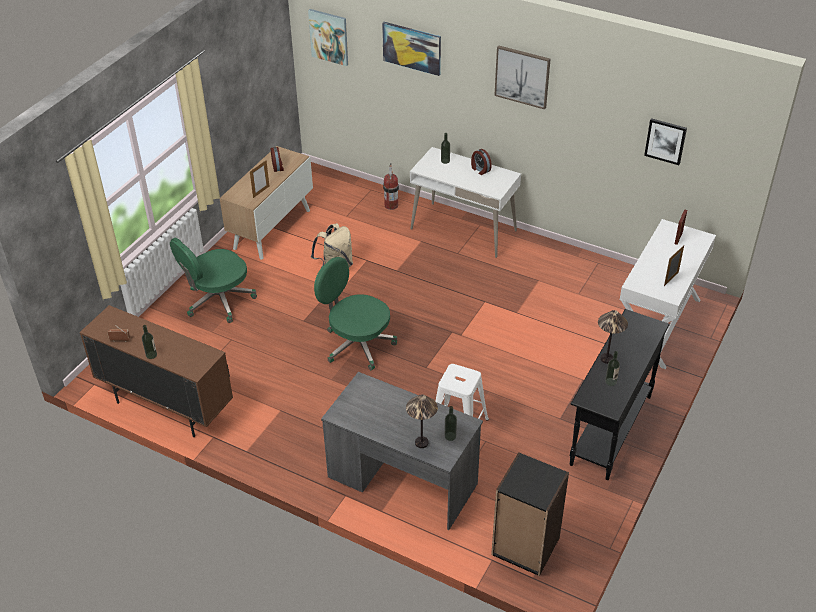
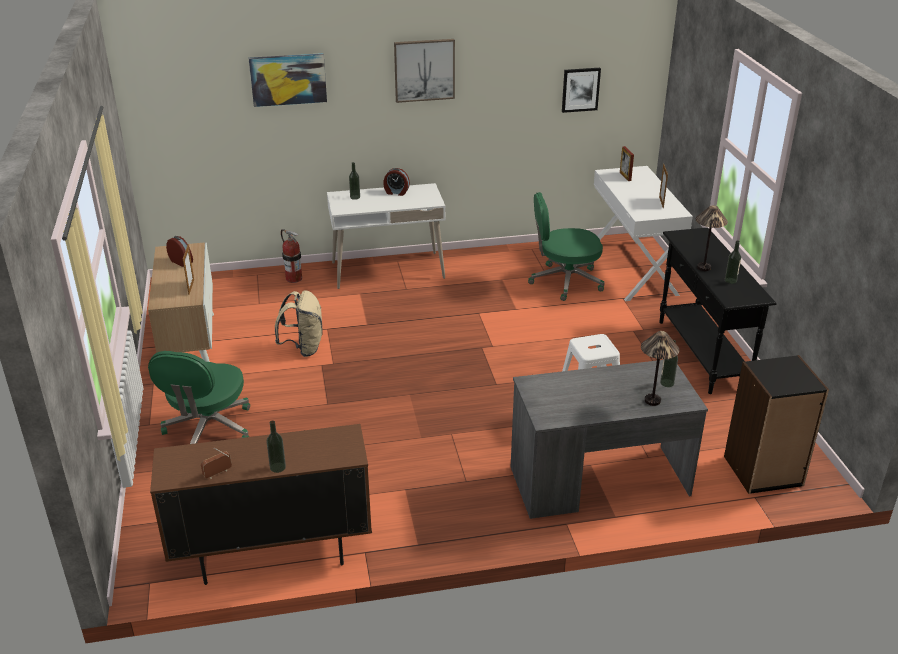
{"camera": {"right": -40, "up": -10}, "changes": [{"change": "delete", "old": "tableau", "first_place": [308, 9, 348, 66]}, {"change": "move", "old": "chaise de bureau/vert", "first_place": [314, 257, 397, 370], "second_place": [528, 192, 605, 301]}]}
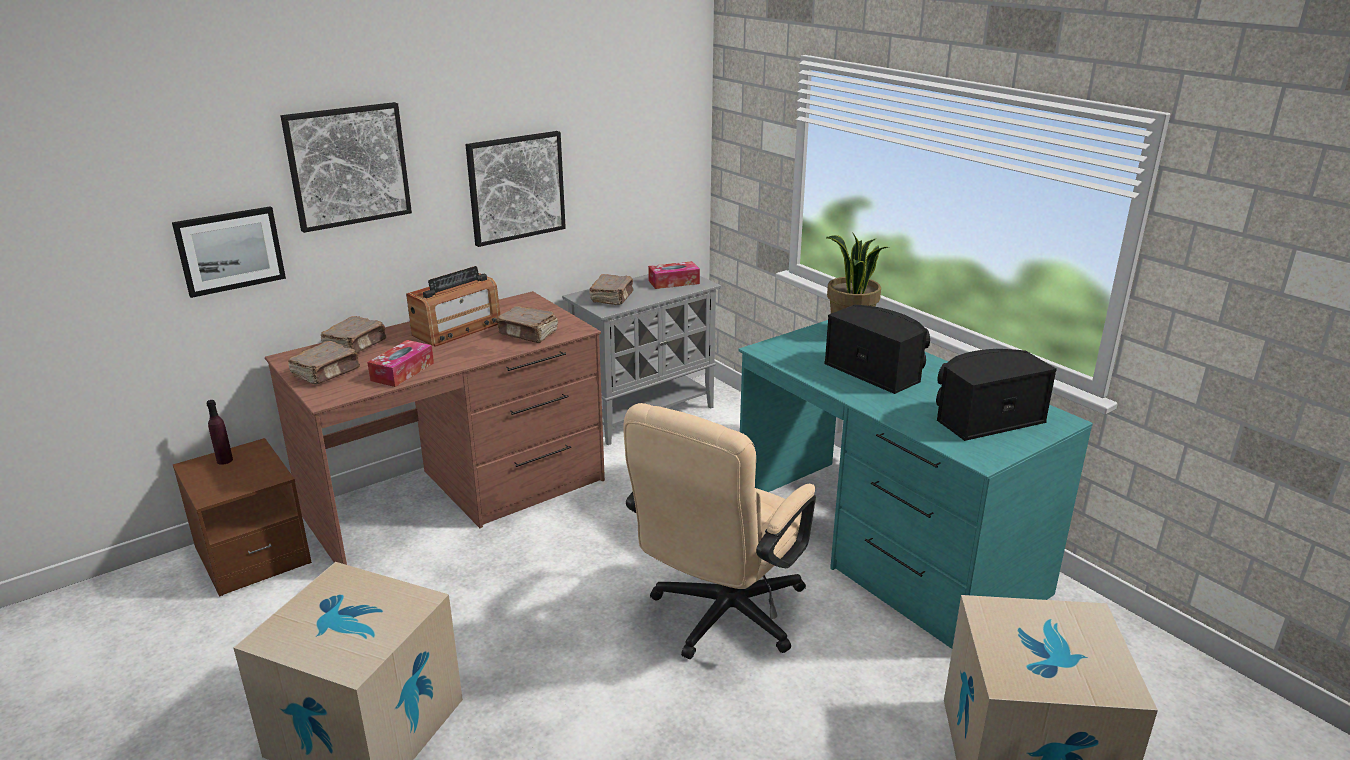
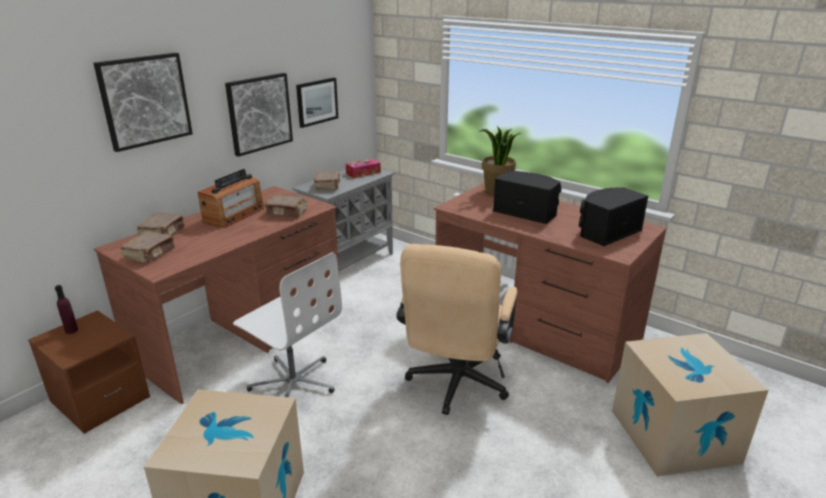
{"camera": {"right": -15, "up": 0}, "changes": [{"change": "move", "old": "tableau", "first_place": [172, 206, 286, 298], "second_place": [296, 78, 338, 128]}, {"change": "delete", "old": "boîte à mouchoirs", "first_place": [367, 340, 434, 387]}, {"change": "recolor", "old": "bureau/turquoise", "new": "bureau/marron", "first_place": [738, 320, 1093, 649], "second_place": [434, 182, 667, 383]}, {"change": "insert", "new": "chaise de bureau/blanc", "second_place": [233, 252, 342, 397]}]}
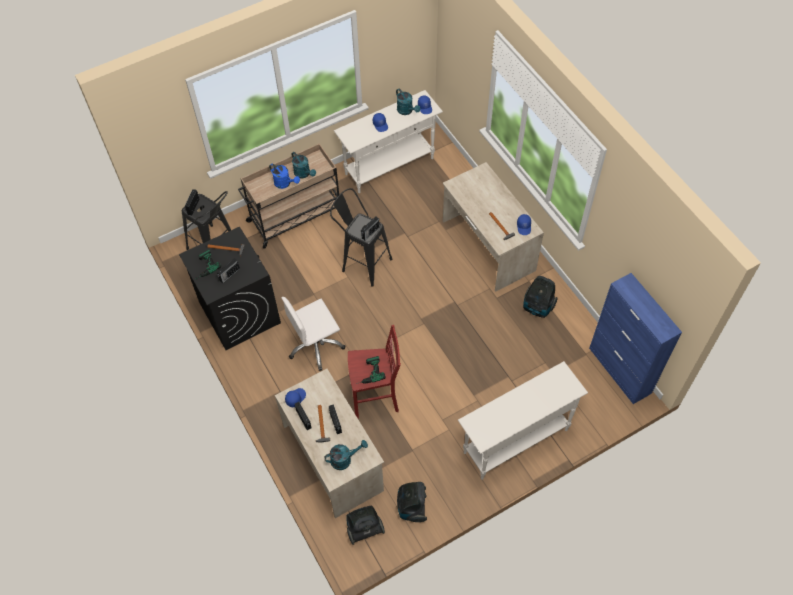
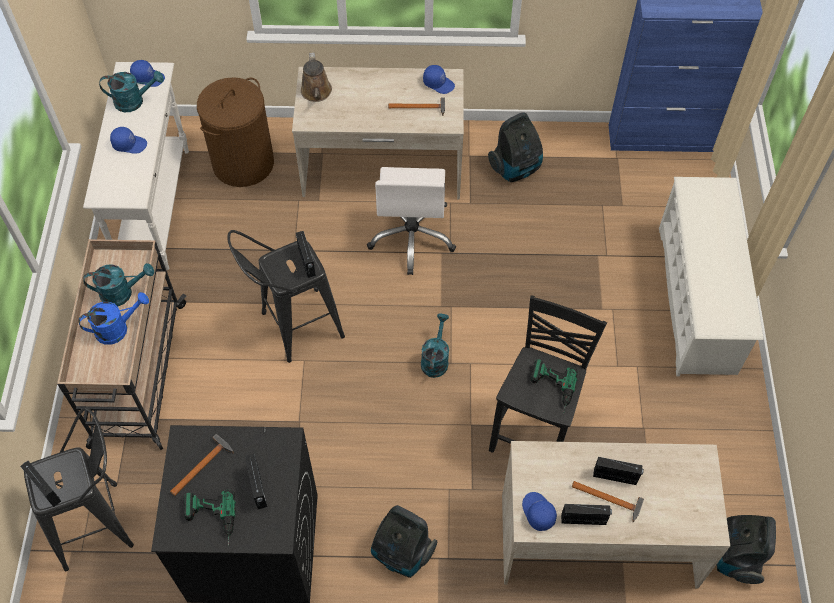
{"camera": {"right": -60, "up": 0}, "changes": [{"change": "move", "old": "chaise de bureau/blanc", "first_place": [282, 297, 345, 371], "second_place": [367, 167, 456, 275]}, {"change": "move", "old": "arrosoir/turquoise", "first_place": [324, 440, 368, 470], "second_place": [421, 313, 449, 378]}, {"change": "recolor", "old": "tabouret/rouge", "new": "tabouret/noir", "first_place": [348, 325, 401, 419], "second_place": [489, 296, 607, 453]}, {"change": "move", "old": "aspirateur", "first_place": [397, 482, 427, 522], "second_place": [371, 505, 437, 578]}, {"change": "replace", "old": "table console/blanc", "new": "étagère à chaussures/blanc", "first_place": [458, 361, 588, 480], "second_place": [659, 177, 763, 376]}, {"change": "insert", "new": "panier à linge/marron", "second_place": [197, 77, 274, 187]}, {"change": "insert", "new": "arrosoir/marron", "second_place": [301, 52, 332, 102]}]}
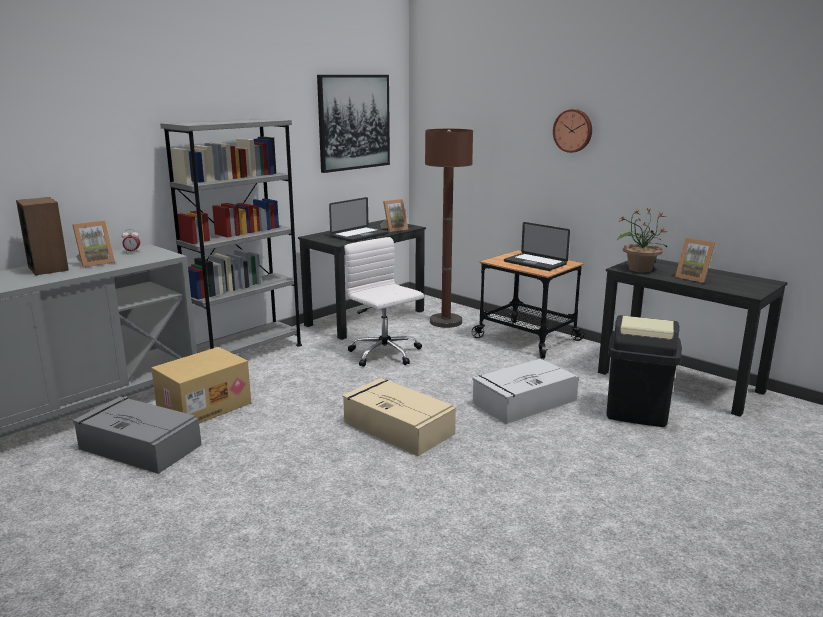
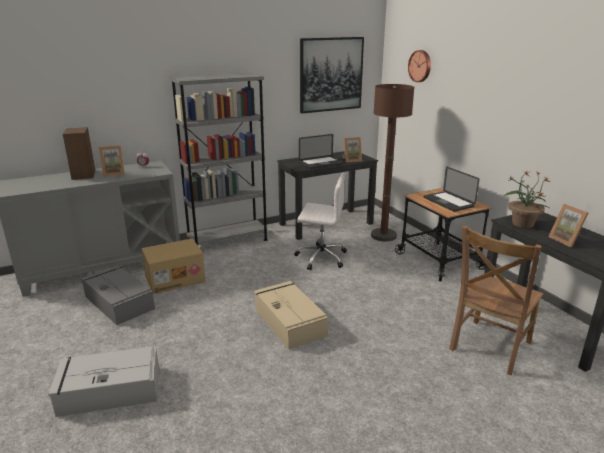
{"camera": {"right": 20, "up": 5}, "changes": [{"change": "rotate", "old": "chaise de bureau/blanc", "first_place": [344, 237, 424, 367], "second_place": [294, 172, 347, 270], "degrees": 120}, {"change": "move", "old": "boîte de rangement/gris", "first_place": [472, 359, 579, 424], "second_place": [48, 347, 159, 417]}, {"change": "move", "old": "horloge murale", "first_place": [553, 109, 592, 153], "second_place": [408, 50, 431, 82]}, {"change": "replace", "old": "poubelle/noir", "new": "chaise/marron", "first_place": [606, 315, 682, 427], "second_place": [449, 226, 543, 375]}]}
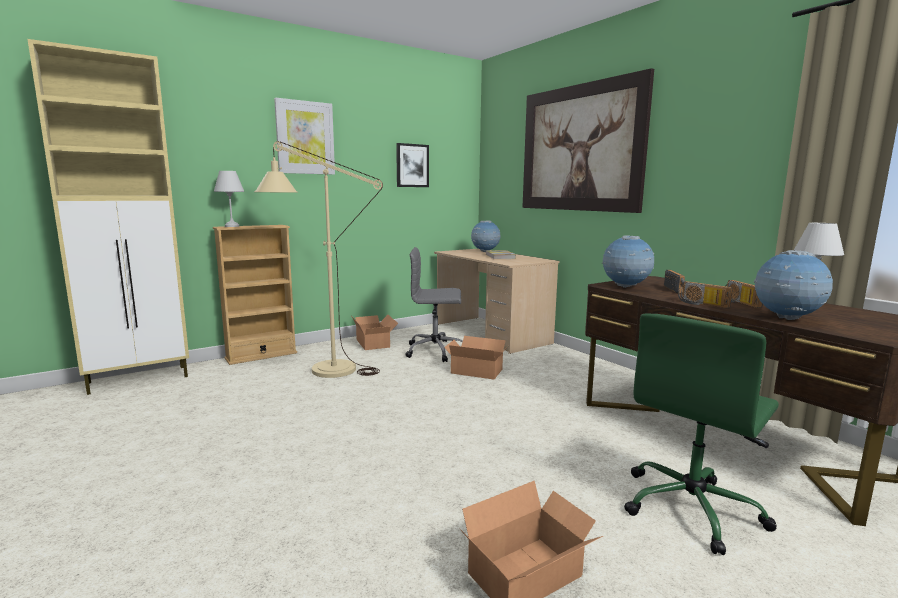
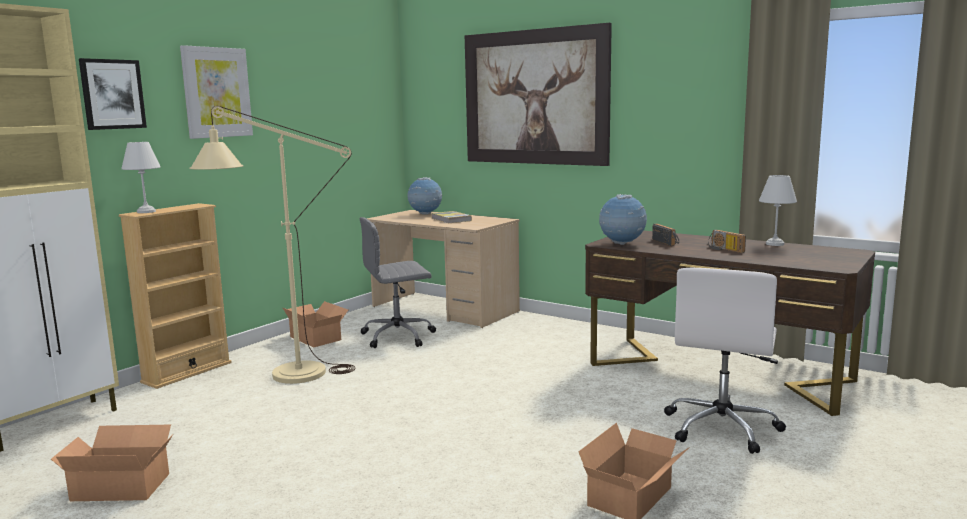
{"camera": {"right": -20, "up": 0}, "changes": [{"change": "move", "old": "tableau", "first_place": [396, 143, 429, 187], "second_place": [79, 58, 147, 130]}, {"change": "move", "old": "carton", "first_place": [444, 336, 509, 380], "second_place": [51, 425, 173, 501]}, {"change": "recolor", "old": "chaise de bureau/vert", "new": "chaise de bureau/blanc", "first_place": [624, 313, 779, 555], "second_place": [664, 268, 786, 454]}, {"change": "delete", "old": "radio", "first_place": [678, 281, 733, 308]}, {"change": "delete", "old": "globe", "first_place": [754, 250, 833, 320]}]}
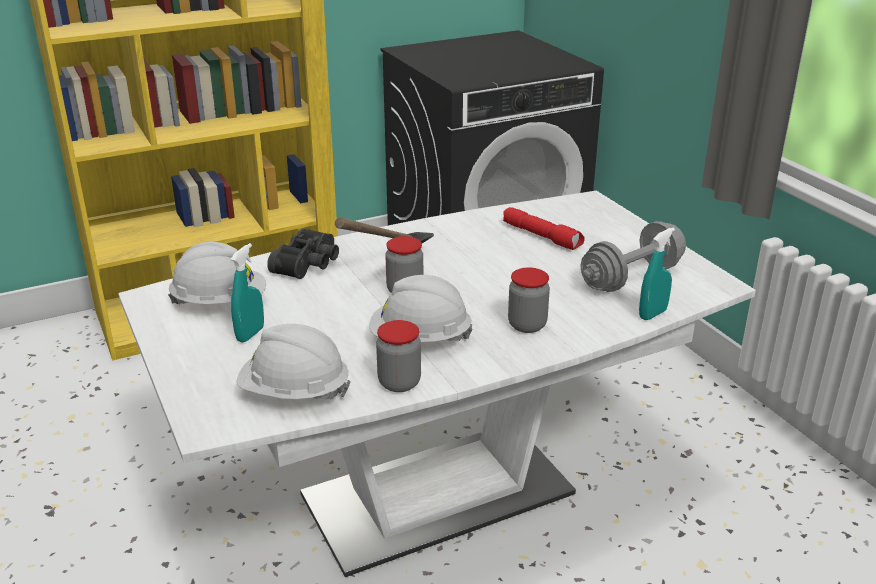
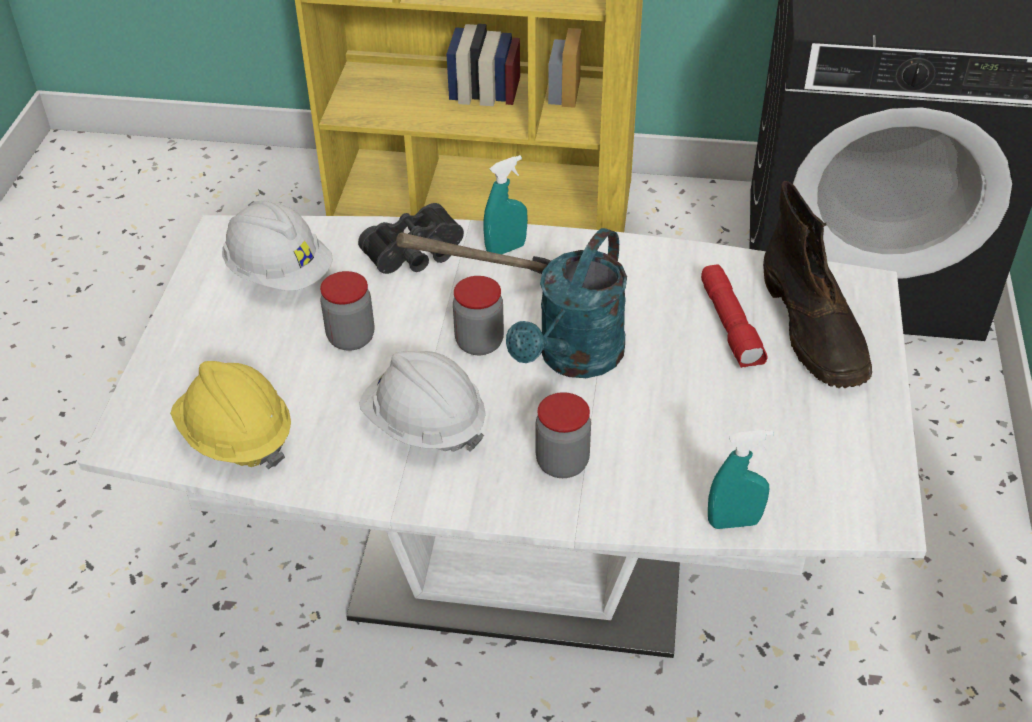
{"camera": {"right": 35, "up": 15}, "changes": [{"change": "move", "old": "vaporisateur/turquoise", "first_place": [231, 243, 264, 343], "second_place": [483, 155, 528, 254]}, {"change": "recolor", "old": "casque de chantier/blanc", "new": "casque de chantier/jaune", "first_place": [237, 324, 351, 400], "second_place": [170, 361, 291, 469]}, {"change": "move", "old": "bocal", "first_place": [376, 320, 421, 392], "second_place": [320, 271, 374, 351]}, {"change": "delete", "old": "haltère/gris", "first_place": [580, 221, 686, 292]}, {"change": "insert", "new": "arrosoir/turquoise", "second_place": [506, 228, 627, 378]}, {"change": "insert", "new": "botte/marron", "second_place": [763, 181, 872, 388]}]}
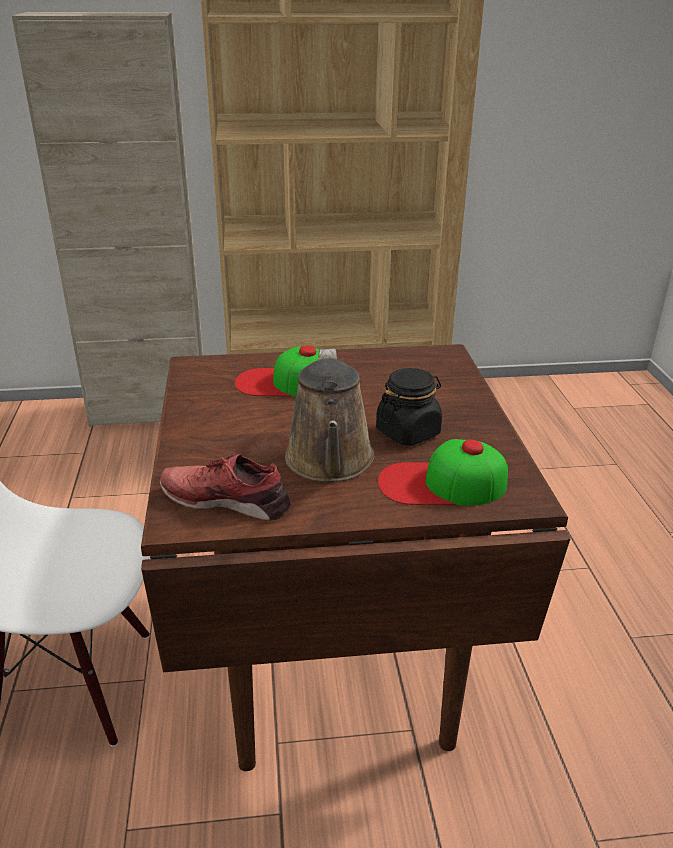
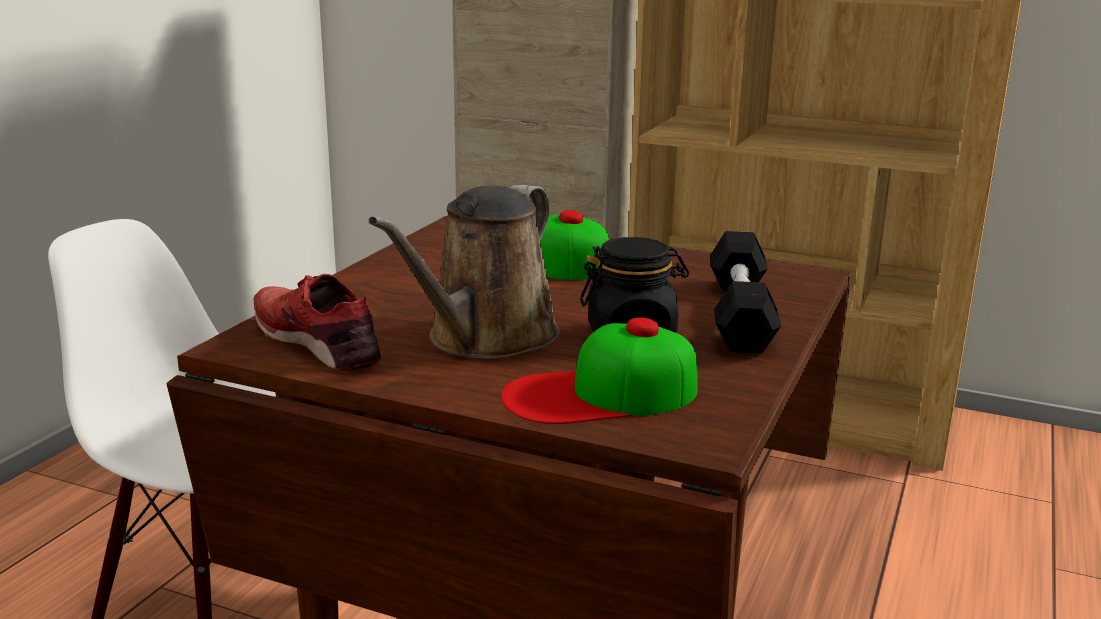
{"camera": {"right": 30, "up": -10}, "changes": [{"change": "rotate", "old": "casquette", "first_place": [378, 439, 508, 506], "second_place": [501, 318, 697, 424], "degrees": -45}, {"change": "insert", "new": "haltère/noir", "second_place": [710, 231, 782, 354]}]}
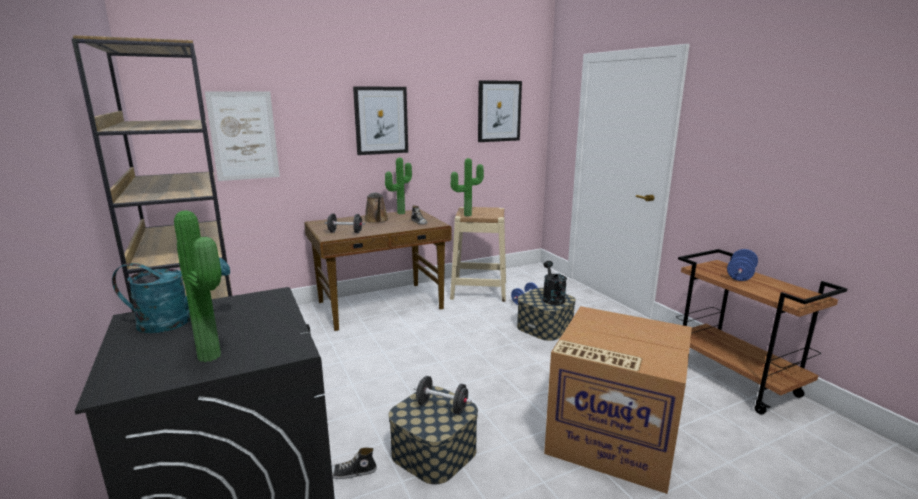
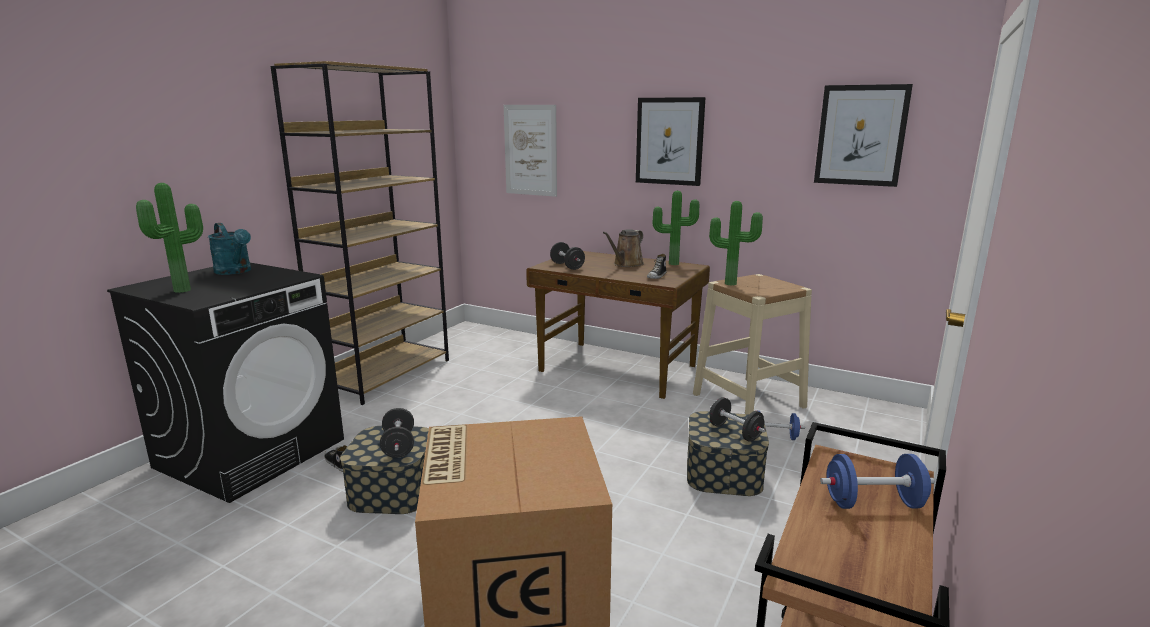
{"camera": {"right": 55, "up": 0}, "changes": [{"change": "replace", "old": "arrosoir/noir", "new": "haltère/noir", "first_place": [543, 261, 567, 305], "second_place": [709, 397, 765, 442]}]}
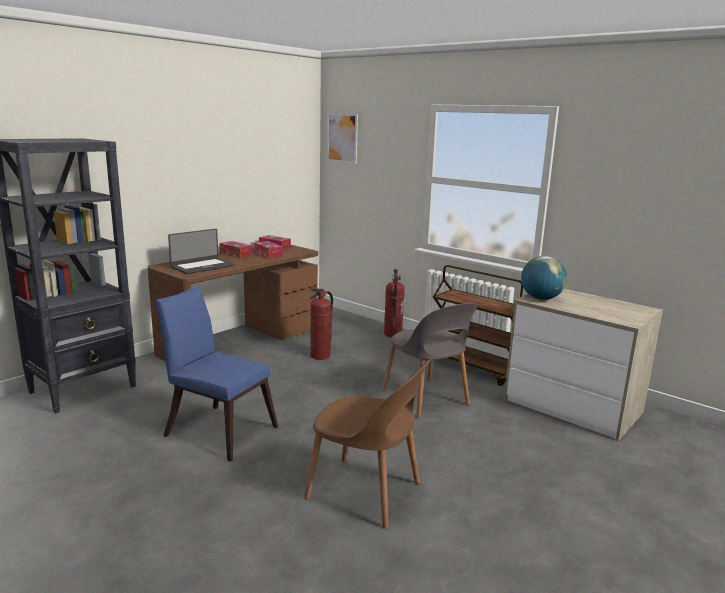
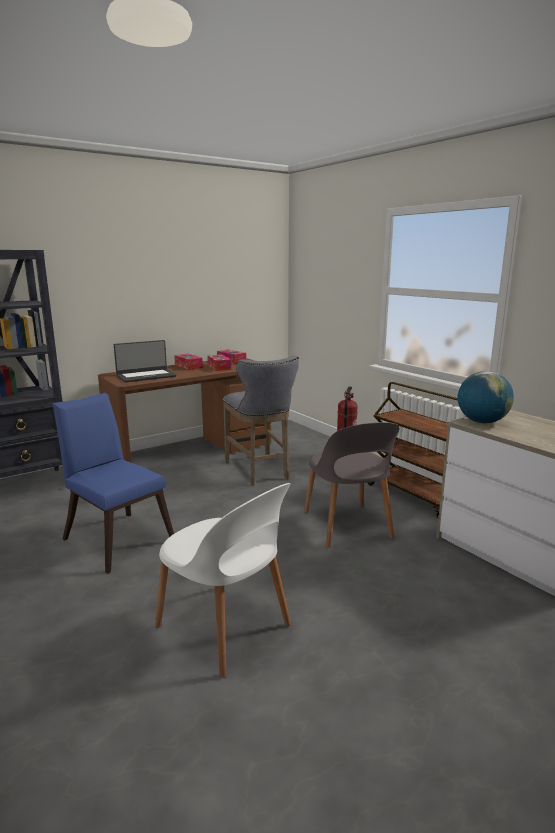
{"camera": {"right": 15, "up": 0}, "changes": [{"change": "recolor", "old": "chaise/marron", "new": "chaise/blanc", "first_place": [304, 359, 431, 529], "second_place": [155, 483, 291, 678]}, {"change": "replace", "old": "extincteur", "new": "tabouret/gris", "first_place": [309, 289, 333, 360], "second_place": [223, 355, 299, 485]}, {"change": "delete", "old": "tableau", "first_place": [327, 113, 358, 164]}]}
